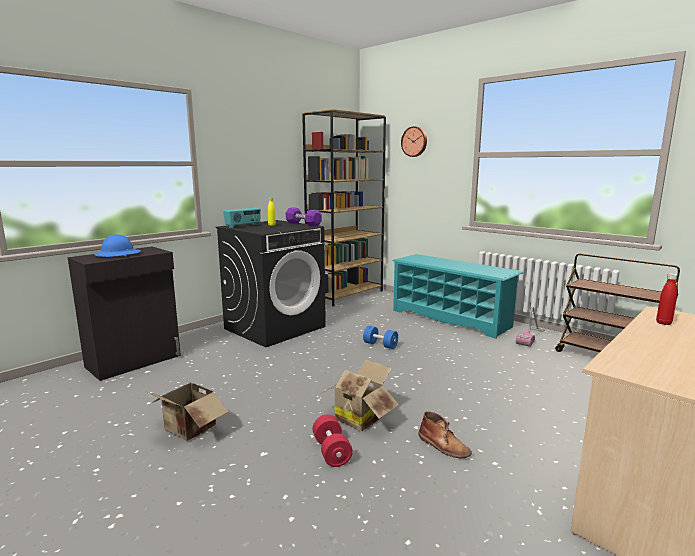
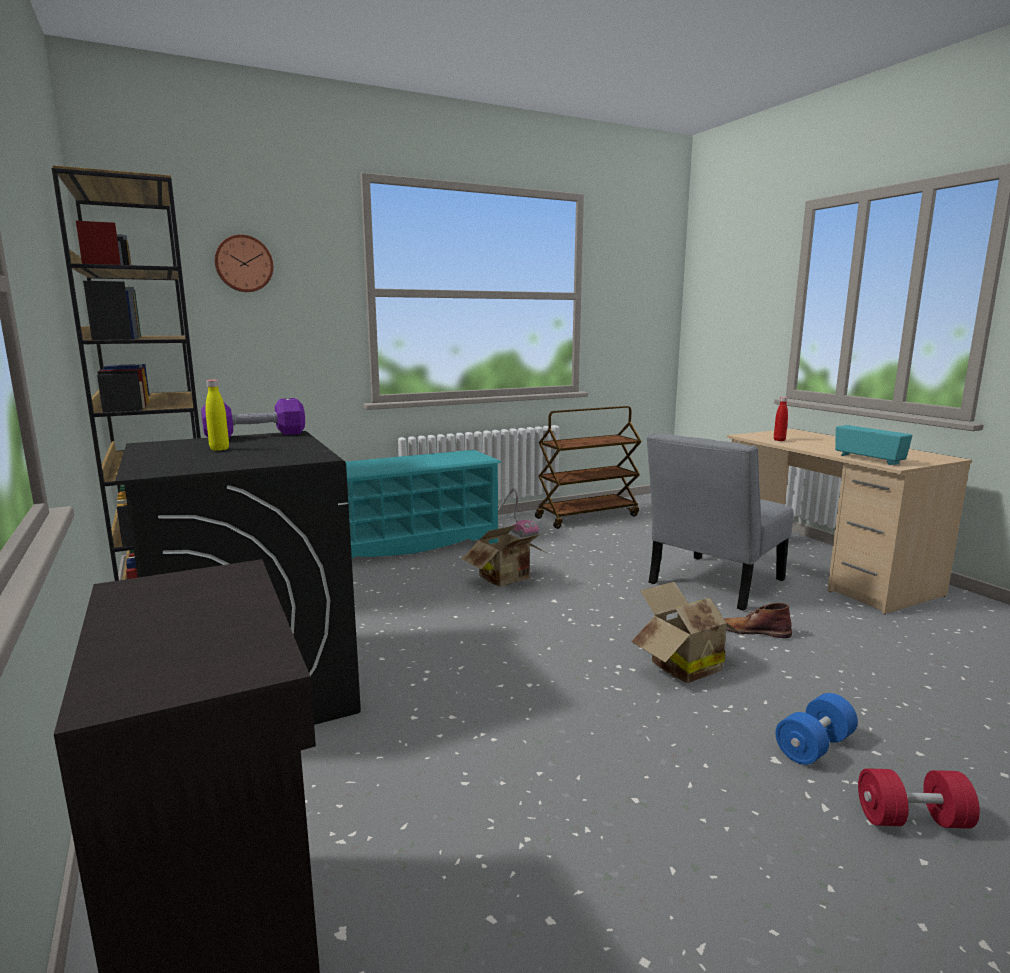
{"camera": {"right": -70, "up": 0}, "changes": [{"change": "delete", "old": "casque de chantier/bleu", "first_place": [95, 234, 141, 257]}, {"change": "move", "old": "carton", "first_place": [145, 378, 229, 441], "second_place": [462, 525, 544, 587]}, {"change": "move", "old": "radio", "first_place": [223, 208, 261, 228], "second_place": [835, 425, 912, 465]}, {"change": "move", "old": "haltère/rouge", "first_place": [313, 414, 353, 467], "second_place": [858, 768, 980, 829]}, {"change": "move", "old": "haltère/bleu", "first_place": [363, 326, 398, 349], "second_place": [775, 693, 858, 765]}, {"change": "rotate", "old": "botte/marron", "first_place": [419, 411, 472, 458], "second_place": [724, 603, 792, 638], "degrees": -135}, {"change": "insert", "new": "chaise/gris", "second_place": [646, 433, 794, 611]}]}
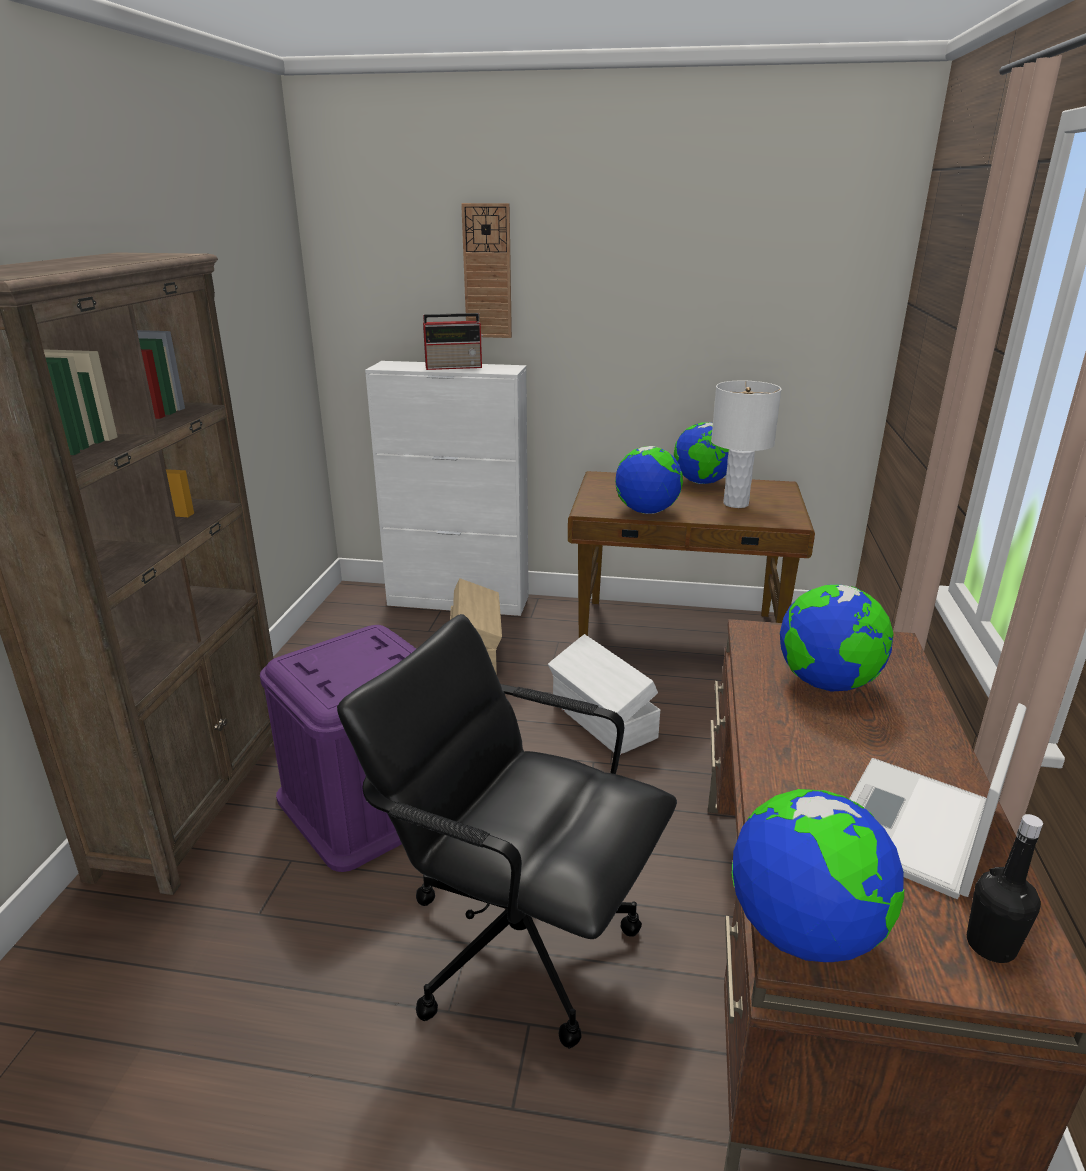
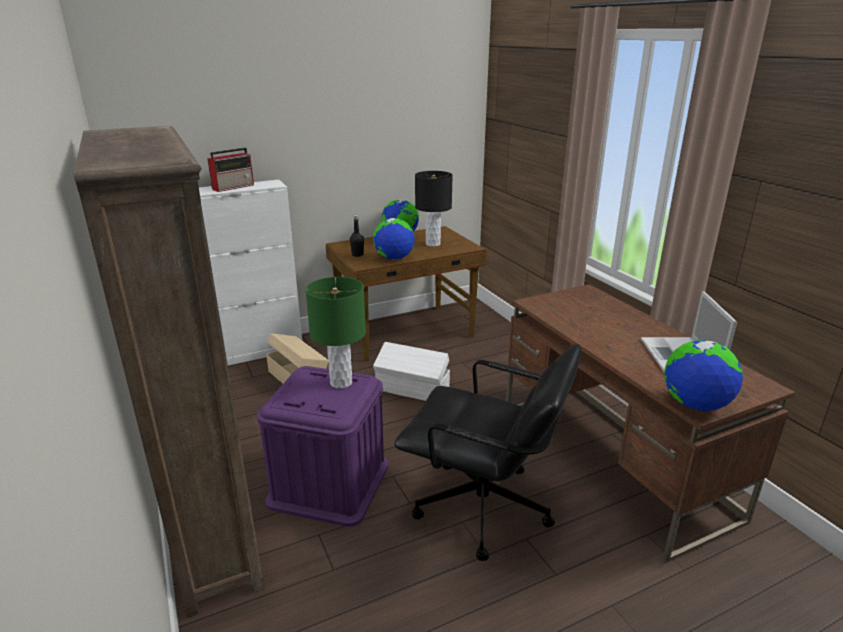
{"camera": {"right": -35, "up": 0}, "changes": [{"change": "rotate", "old": "chaise de bureau/noir", "first_place": [337, 614, 677, 1049], "second_place": [394, 344, 582, 561], "degrees": -150}, {"change": "delete", "old": "horloge murale", "first_place": [461, 203, 512, 338]}, {"change": "recolor", "old": "lampe de table/blanc", "new": "lampe de table/noir", "first_place": [711, 381, 781, 508], "second_place": [415, 171, 453, 247]}, {"change": "delete", "old": "globe", "first_place": [780, 584, 894, 692]}, {"change": "move", "old": "bouteille/noir", "first_place": [967, 814, 1043, 963], "second_place": [350, 215, 364, 257]}, {"change": "insert", "new": "lampe de table/vert", "second_place": [306, 277, 366, 389]}]}
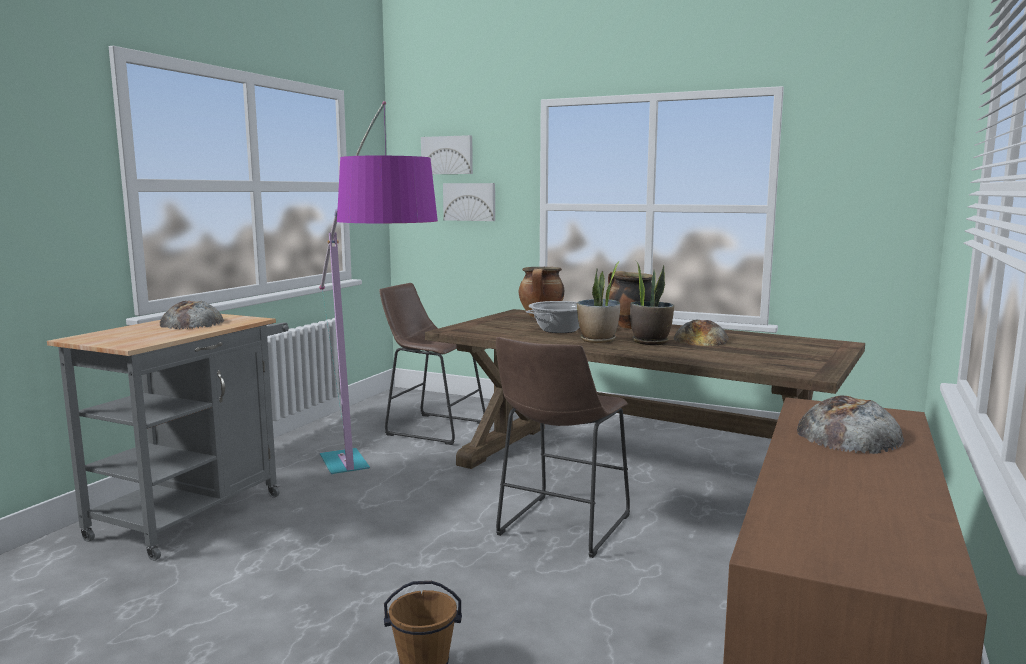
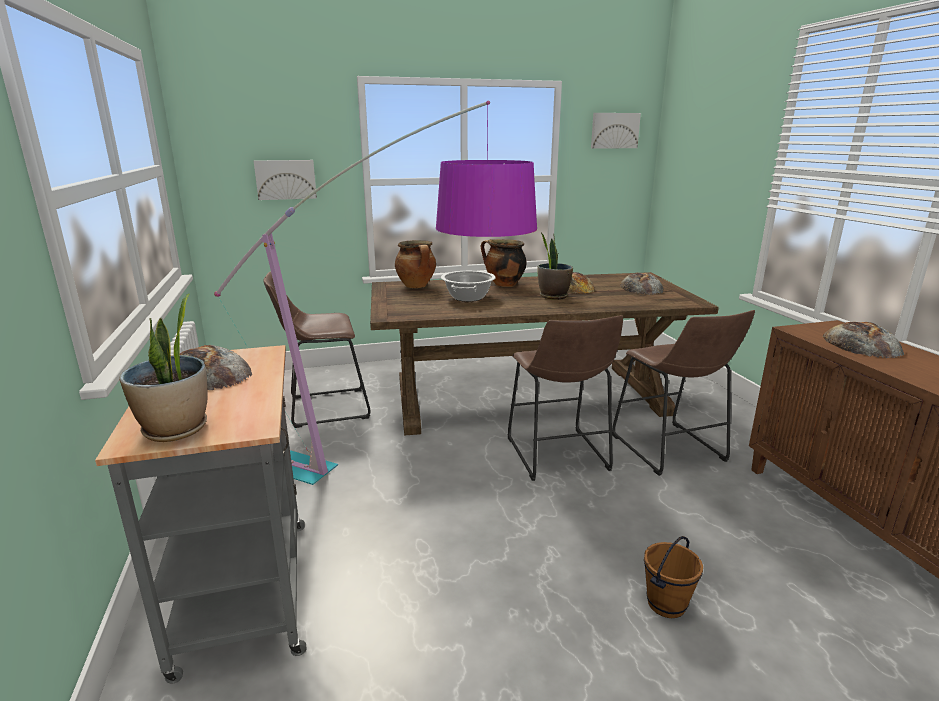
{"camera": {"right": -40, "up": 10}, "changes": [{"change": "move", "old": "tableau", "first_place": [421, 135, 473, 174], "second_place": [591, 113, 641, 149]}, {"change": "move", "old": "plante en pot", "first_place": [577, 261, 620, 343], "second_place": [119, 293, 207, 442]}, {"change": "insert", "new": "tabouret/marron", "second_place": [612, 310, 755, 476]}, {"change": "insert", "new": "pain", "second_place": [620, 273, 664, 295]}]}
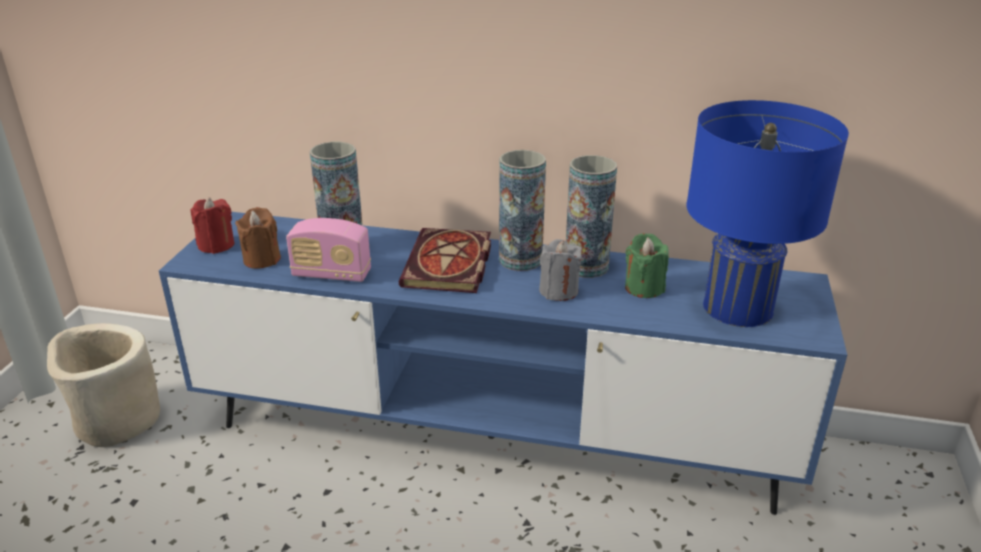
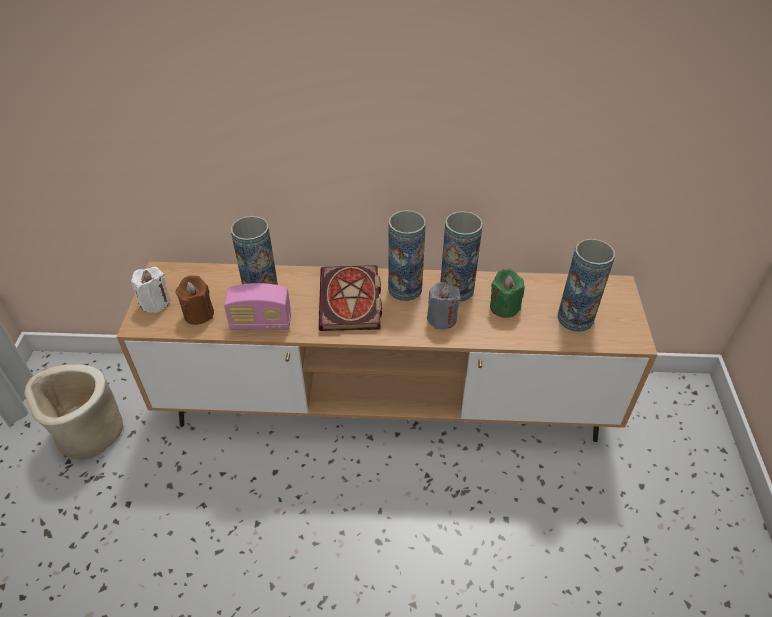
{"camera": {"right": -10, "up": 15}, "changes": [{"change": "recolor", "old": "meuble télé/bleu", "new": "meuble télé/marron", "first_place": [159, 212, 847, 515], "second_place": [117, 262, 658, 442]}, {"change": "recolor", "old": "bougie/rouge", "new": "bougie/blanc", "first_place": [191, 197, 234, 254], "second_place": [131, 267, 170, 313]}, {"change": "replace", "old": "lampe de table/bleu", "new": "vase", "first_place": [686, 100, 849, 327], "second_place": [558, 239, 615, 332]}]}
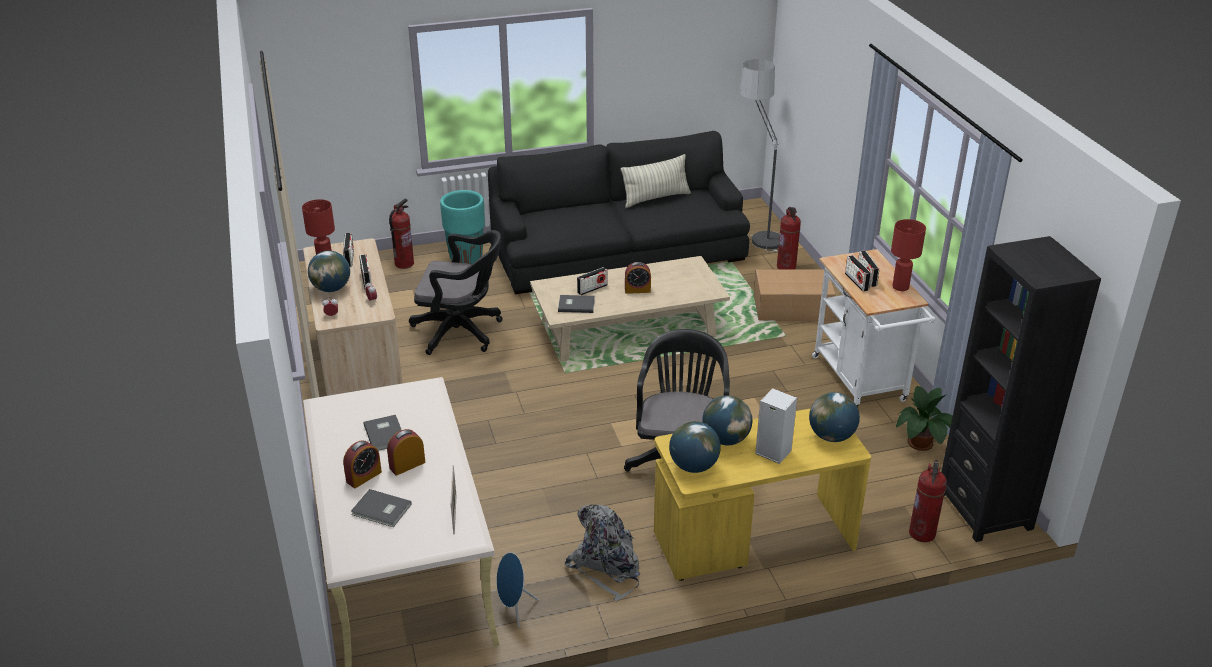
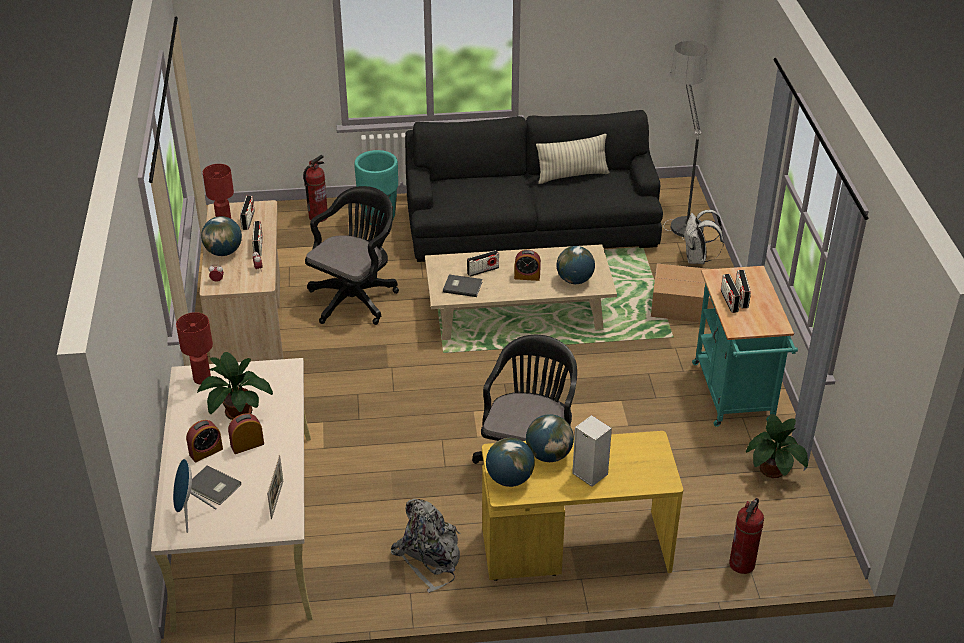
{"camera": {"right": 10, "up": 5}, "changes": [{"change": "replace", "old": "livre/gris", "new": "plante en pot", "first_place": [363, 415, 401, 451], "second_place": [197, 352, 273, 420]}, {"change": "rotate", "old": "chaise de bureau/noir", "first_place": [409, 230, 503, 355], "second_place": [305, 186, 399, 325], "degrees": -75}, {"change": "move", "old": "enceinte/bleu", "first_place": [496, 552, 539, 627], "second_place": [173, 459, 217, 533]}, {"change": "replace", "old": "extincteur", "new": "sac à dos/blanc", "first_place": [777, 207, 801, 269], "second_place": [684, 210, 724, 264]}, {"change": "move", "old": "globe", "first_place": [809, 392, 860, 442], "second_place": [557, 246, 595, 284]}, {"change": "recolor", "old": "chariot/blanc", "new": "chariot/turquoise", "first_place": [812, 249, 935, 408], "second_place": [692, 266, 798, 427]}, {"change": "move", "old": "lampe de table/rouge", "first_place": [891, 219, 926, 291], "second_place": [176, 312, 213, 385]}, {"change": "delete", "old": "bibliothèque/noir", "first_place": [941, 236, 1101, 542]}]}
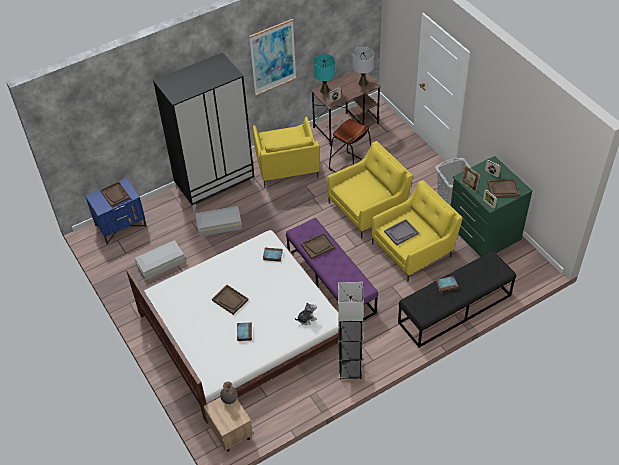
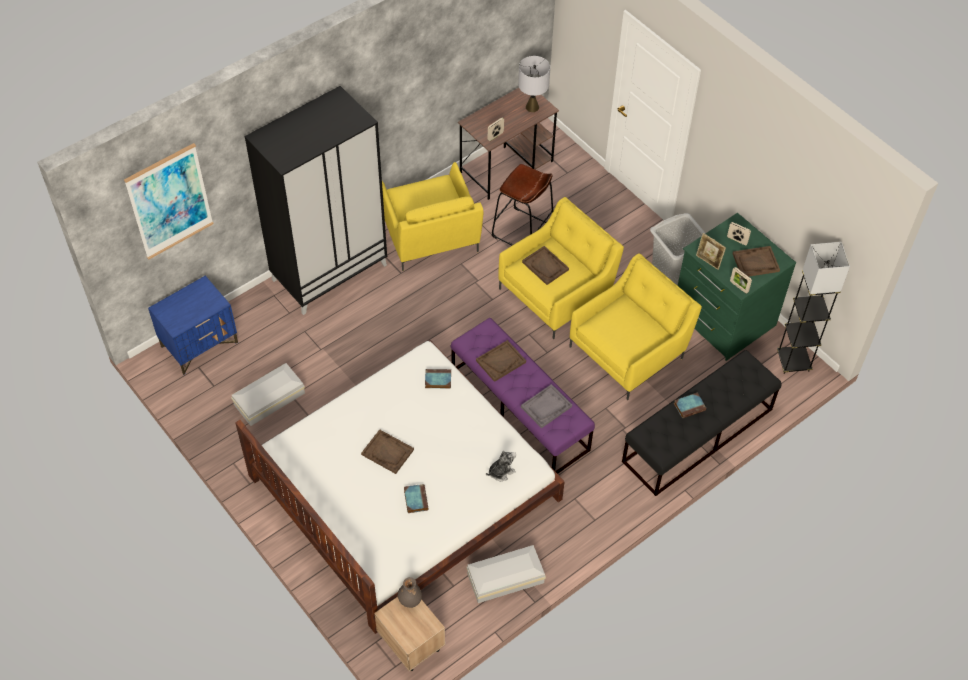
{"camera": {"right": -10, "up": 5}, "changes": [{"change": "move", "old": "plateau/marron", "first_place": [100, 181, 131, 207], "second_place": [522, 246, 569, 285]}, {"change": "move", "old": "boîte de rangement/blanc", "first_place": [196, 206, 242, 236], "second_place": [466, 545, 546, 603]}, {"change": "move", "old": "tableau", "first_place": [249, 19, 297, 96], "second_place": [124, 143, 213, 260]}, {"change": "delete", "old": "lampe de table/turquoise", "first_place": [313, 54, 335, 94]}, {"change": "move", "old": "lampadaire/gris", "first_place": [338, 282, 364, 380], "second_place": [777, 242, 850, 374]}, {"change": "move", "old": "plateau/gris", "first_place": [384, 219, 419, 246], "second_place": [521, 384, 572, 428]}]}
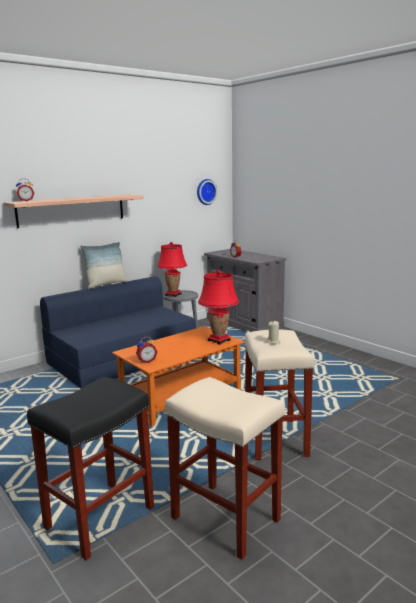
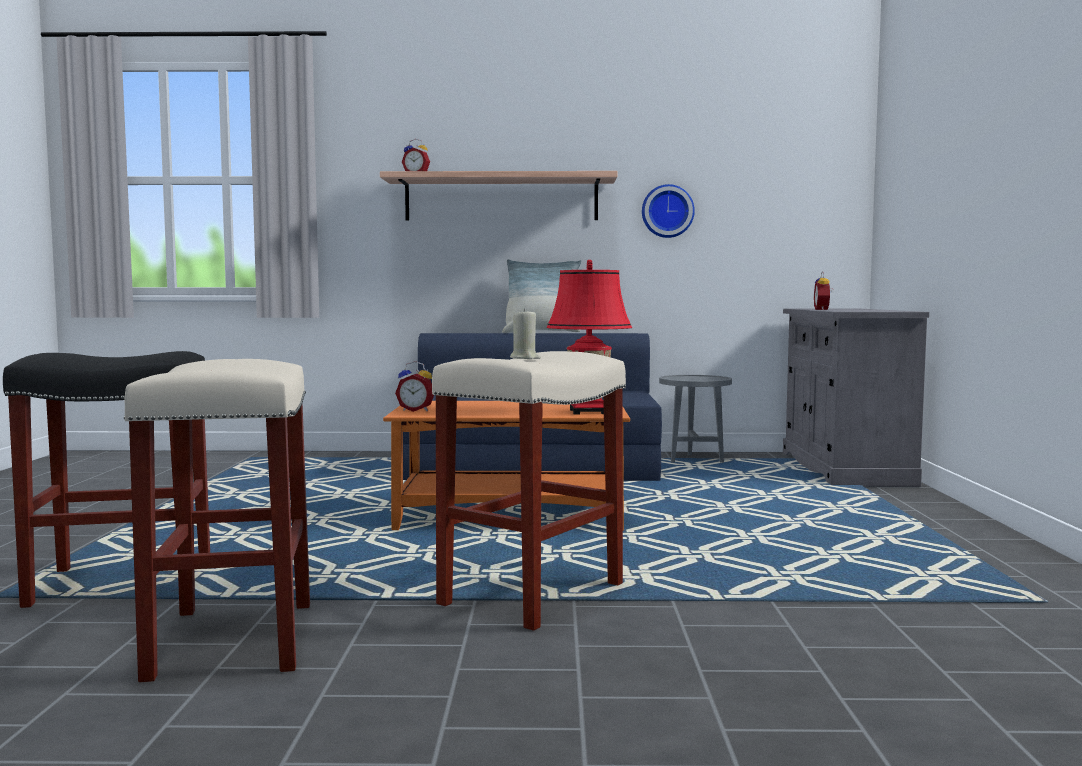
{"camera": {"right": 40, "up": -10}, "changes": [{"change": "delete", "old": "lampe de table/rouge", "first_place": [157, 242, 187, 297]}, {"change": "move", "old": "horloge murale", "first_place": [197, 179, 217, 205], "second_place": [642, 184, 695, 238]}]}
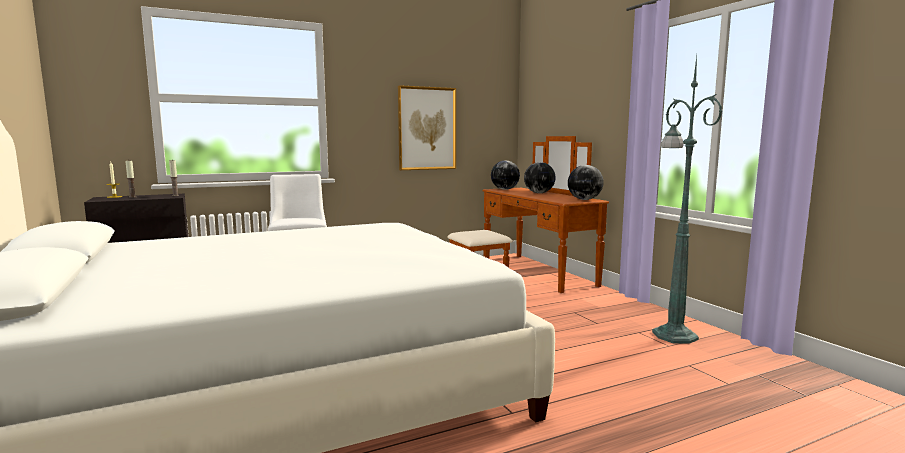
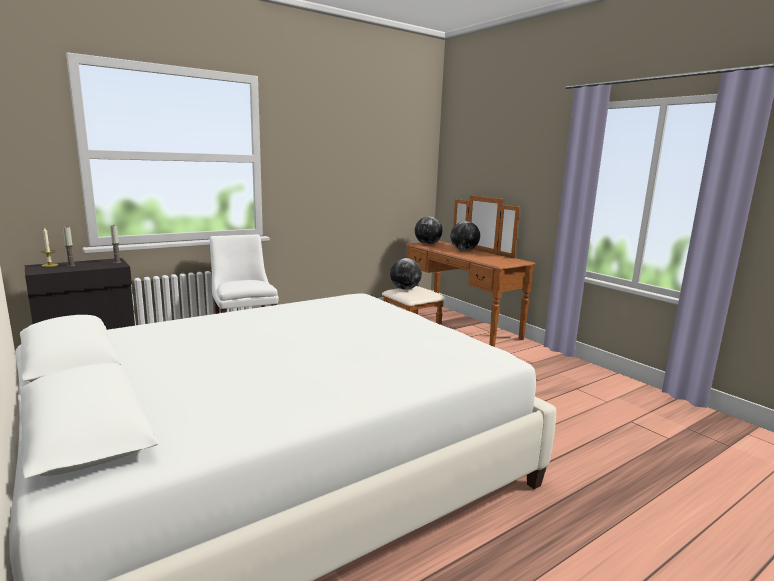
{"camera": {"right": -10, "up": 5}, "changes": [{"change": "delete", "old": "tableau", "first_place": [398, 85, 456, 170]}, {"change": "move", "old": "globe", "first_place": [568, 165, 604, 200], "second_place": [390, 258, 422, 290]}, {"change": "delete", "old": "lampadaire/vert", "first_place": [652, 56, 722, 344]}]}
